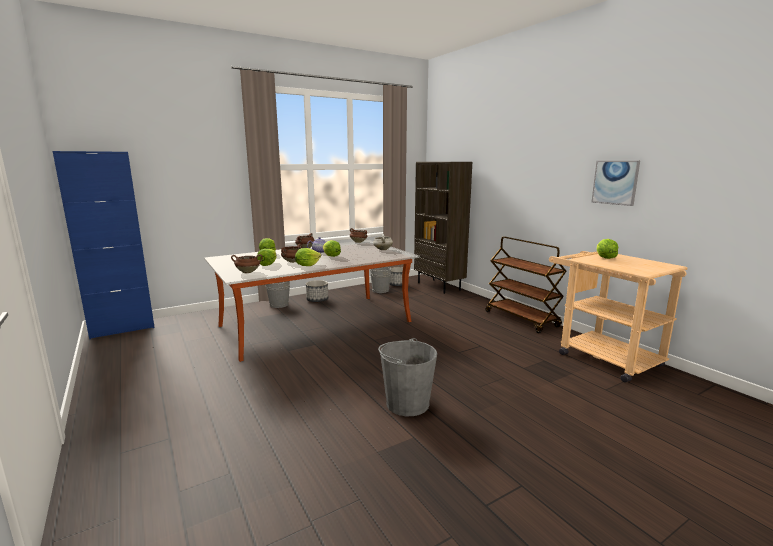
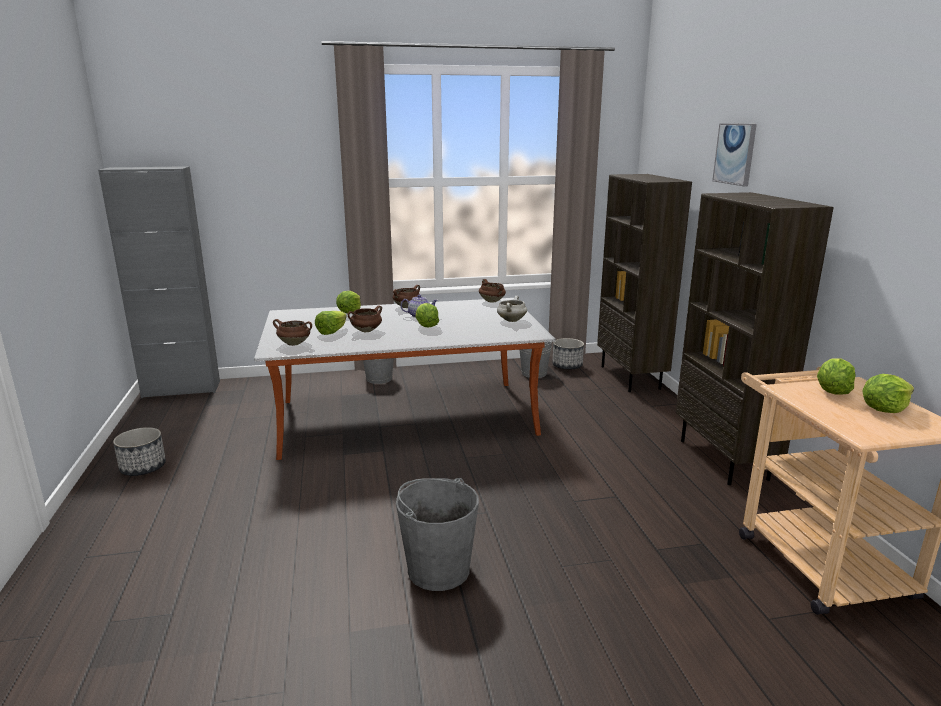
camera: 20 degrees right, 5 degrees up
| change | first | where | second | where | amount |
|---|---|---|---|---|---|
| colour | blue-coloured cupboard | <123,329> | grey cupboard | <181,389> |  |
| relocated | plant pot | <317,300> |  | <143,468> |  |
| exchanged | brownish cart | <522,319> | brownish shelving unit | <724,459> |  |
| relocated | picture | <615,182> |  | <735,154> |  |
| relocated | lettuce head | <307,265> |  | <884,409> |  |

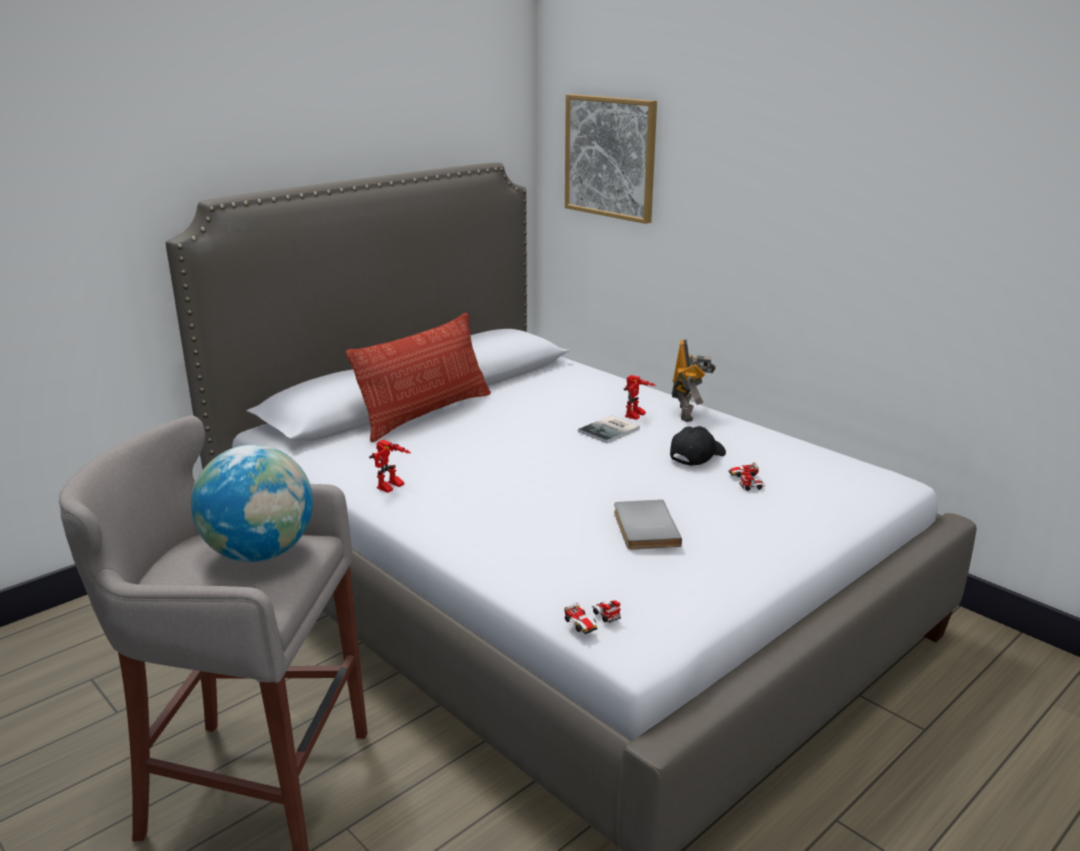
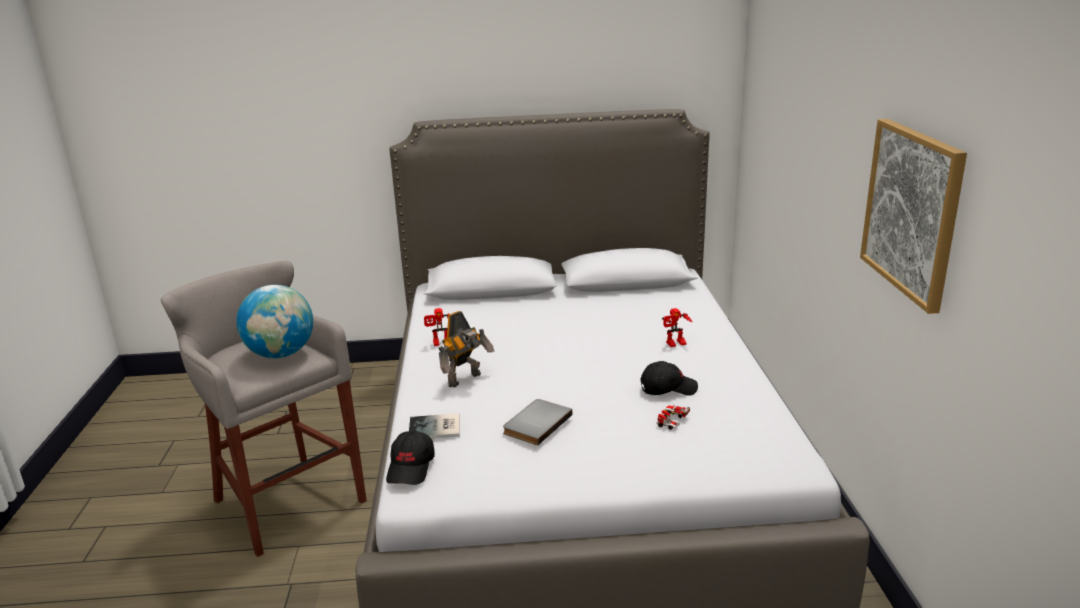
camera: 40 degrees right, 0 degrees up
| change | first | where | second | where | amount |
|---|---|---|---|---|---|
| exchanged | model car | <593,621> | blackish peaked cap | <411,468> |  |
| relocated | book | <611,430> |  | <436,428> |  |
| relocated | robot figure | <688,413> |  | <466,380> |  |
| relocated | picture | <610,157> |  | <912,211> |  |
| missing | cushion | <425,414> |  |  |  |

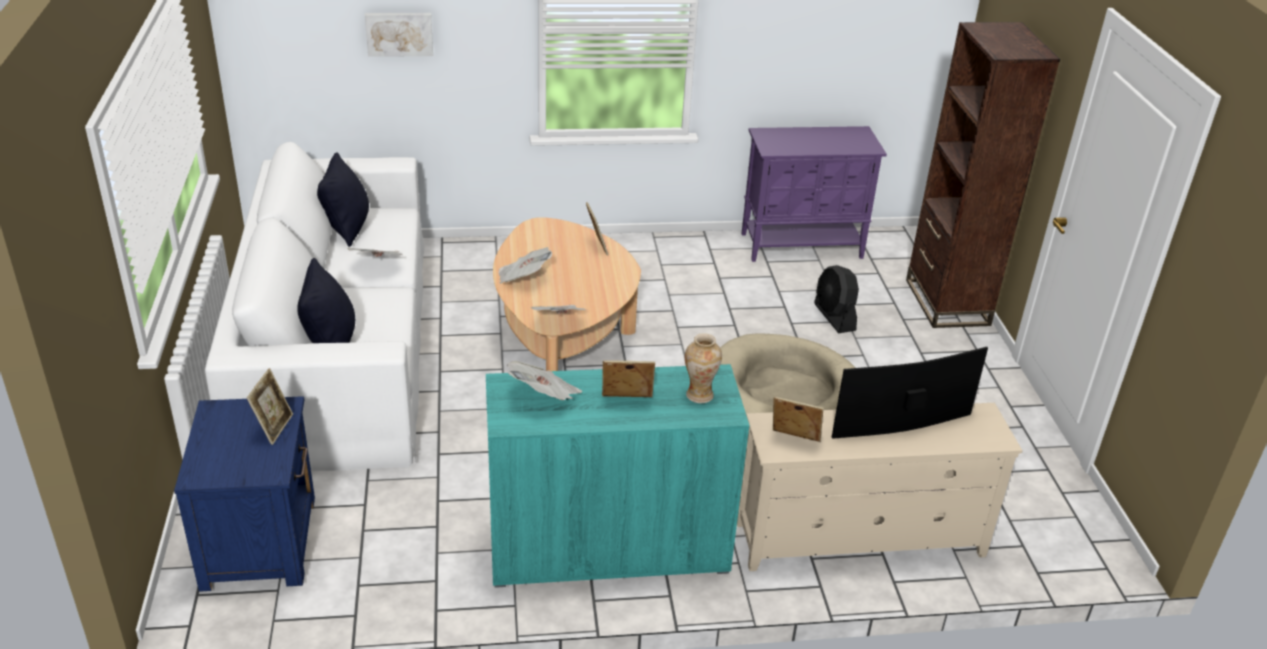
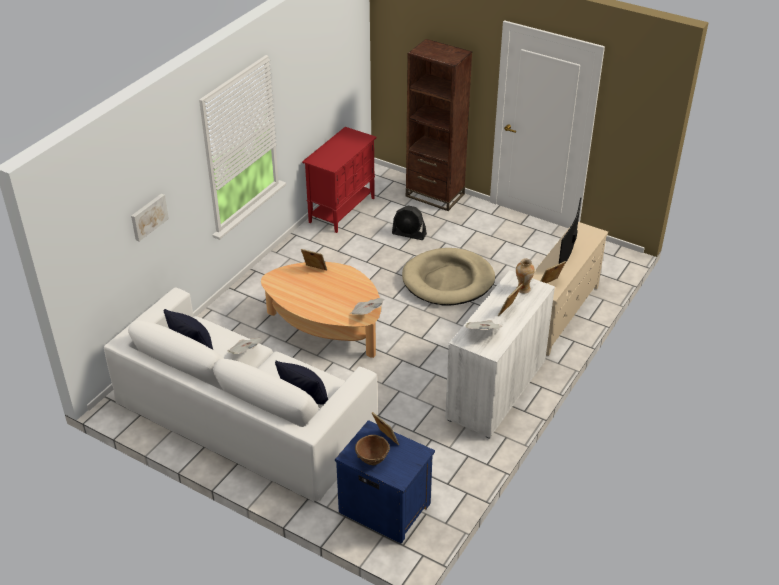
camera: 50 degrees left, 5 degrees up
| change | first | where | second | where | amount |
|---|---|---|---|---|---|
| colour | purple cupboard | <802,246> | red-coloured cupboard | <342,209> |  |
| appeared |  |  | brownish deep dish | <372,459> |  |
| colour | blue-green cupboard | <608,547> | white cupboard | <496,390> |  |
| missing | printed paper | <523,278> |  |  |  |

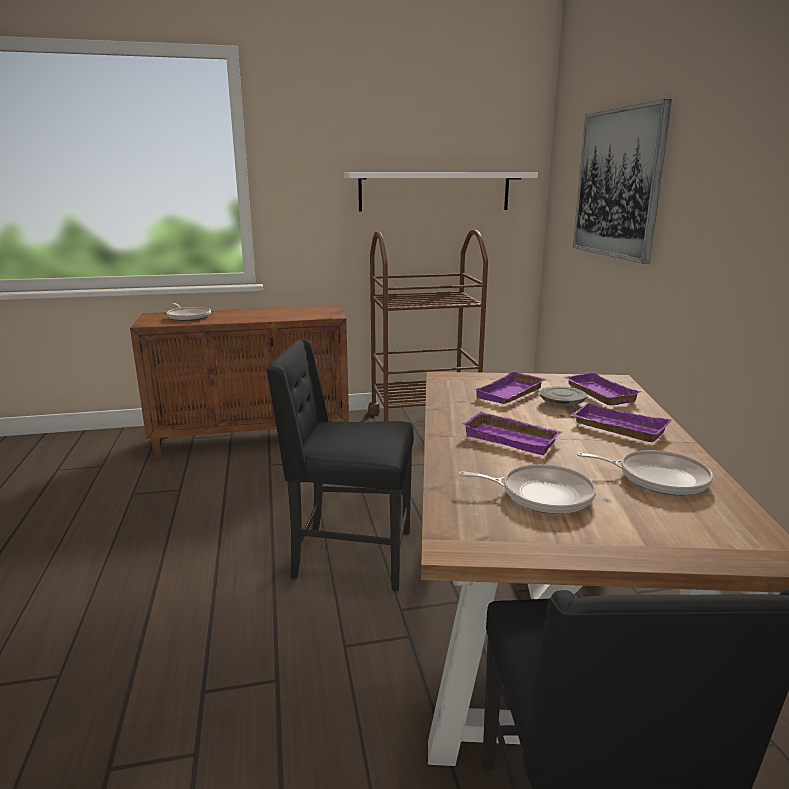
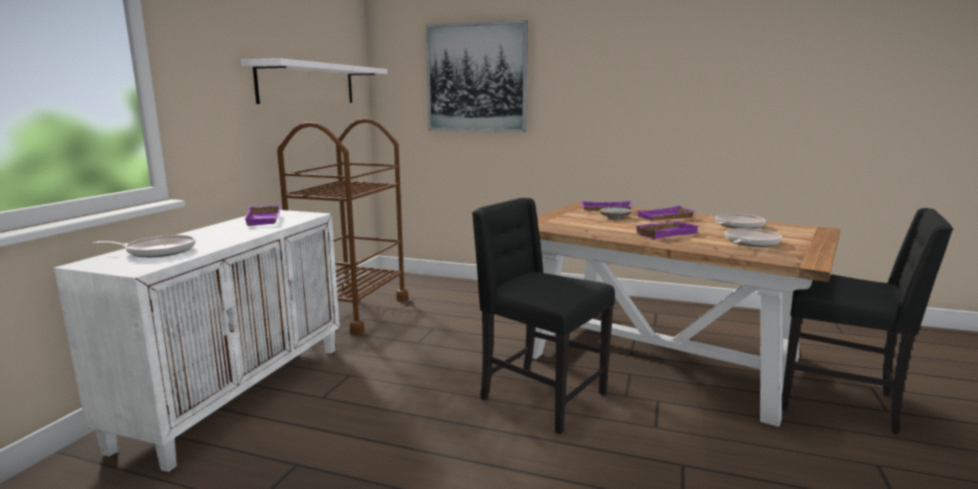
camera: 60 degrees left, 5 degrees down
| change | first | where | second | where | amount |
|---|---|---|---|---|---|
| colour | brownish cupboard | <254,438> | white cupboard | <238,393> |  |
| relocated | purple tray | <511,394> |  | <266,220> |  |
| spun | blackish upright chair | <350,556> |  | <540,397> | 90 degrees clockwise |

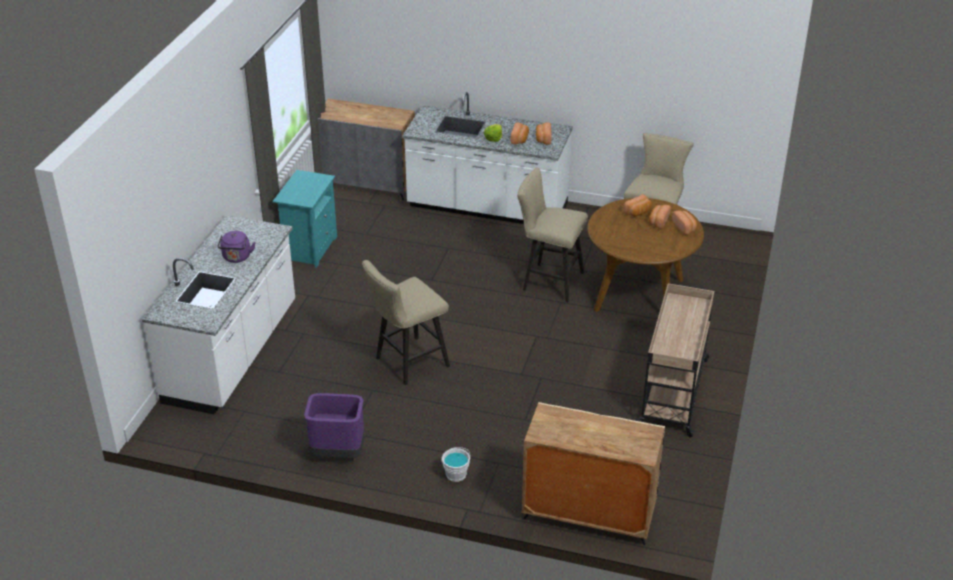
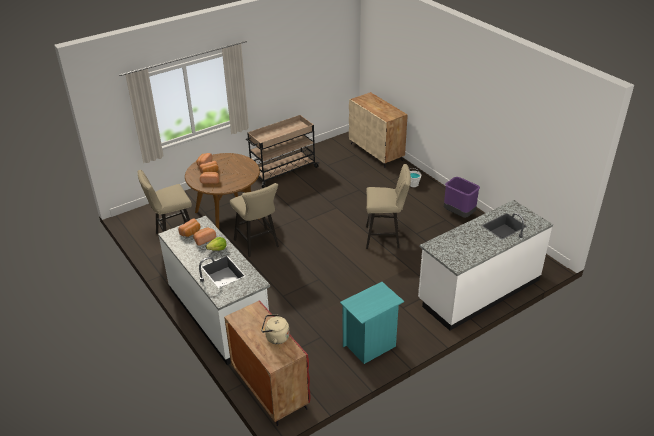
camera: 140 degrees left, 0 degrees up
| change | first | where | second | where | amount |
|---|---|---|---|---|---|
| colour | grey cupboard | <368,184> | red-coloured cupboard | <269,388> |  |
| appeared |  |  | beige water kettle | <275,337> |  |
| missing | purple water kettle | <236,258> |  |  |  |

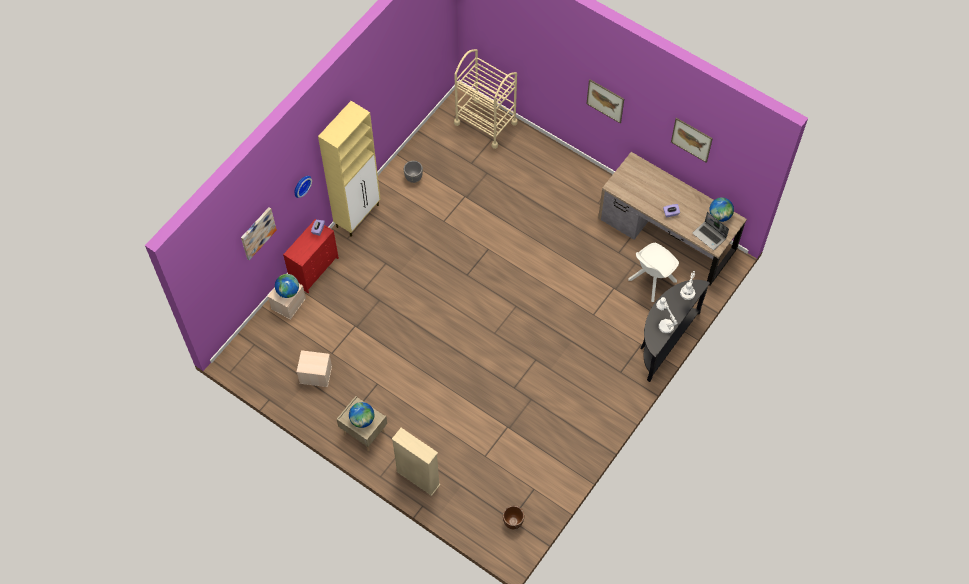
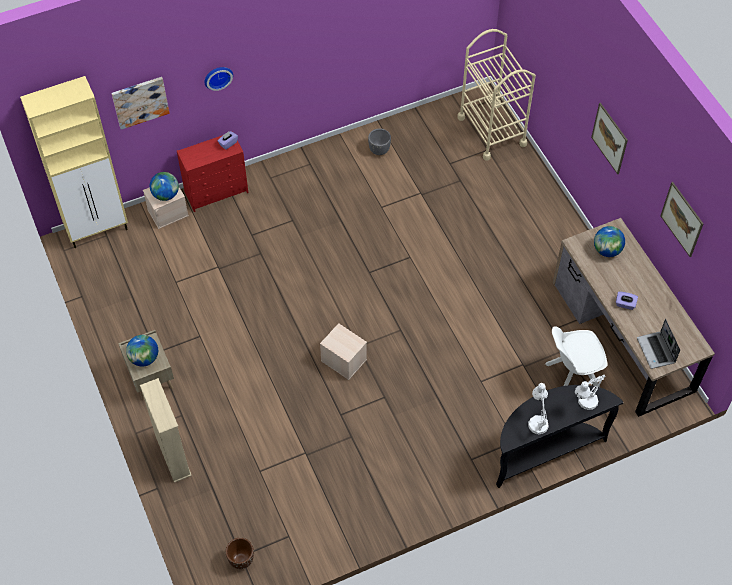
camera: 30 degrees right, 5 degrees down
| change | first | where | second | where | amount |
|---|---|---|---|---|---|
| relocated | beige cupboard | <358,215> |  | <98,230> |  |
| relocated | beige storage box | <315,375> |  | <343,360> |  |
| relocated | world globe | <719,215> |  | <607,250> |  |

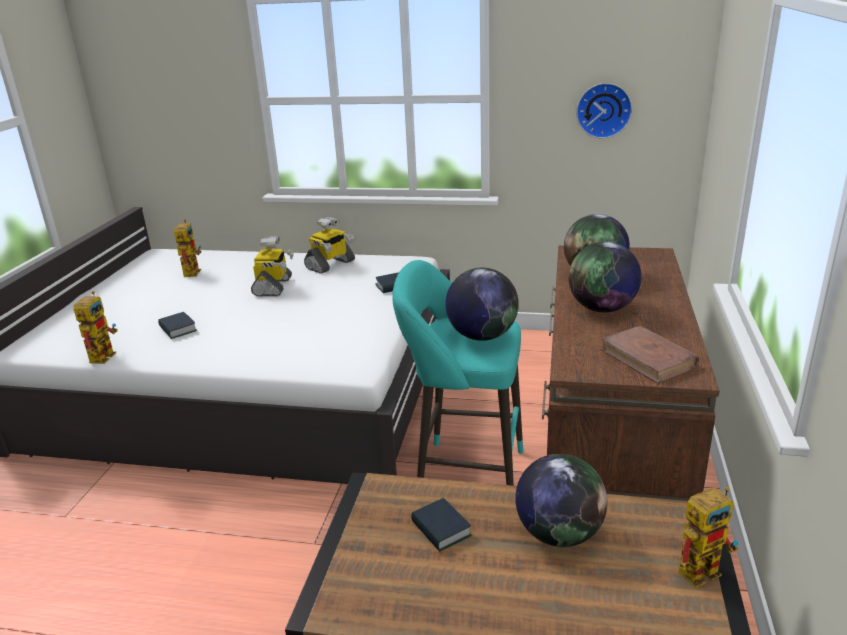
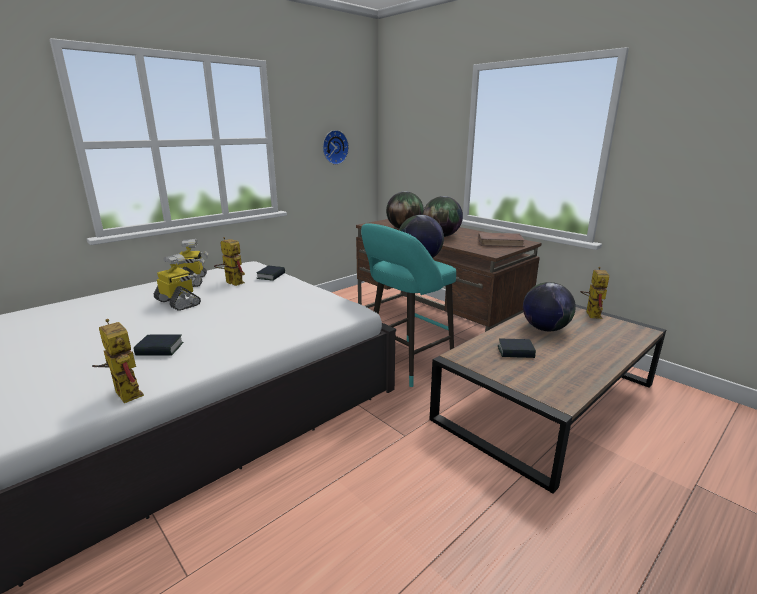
camera: 55 degrees left, 5 degrees down
| change | first | where | second | where | amount |
|---|---|---|---|---|---|
| relocated | robot figure | <191,271> |  | <231,282> |  |

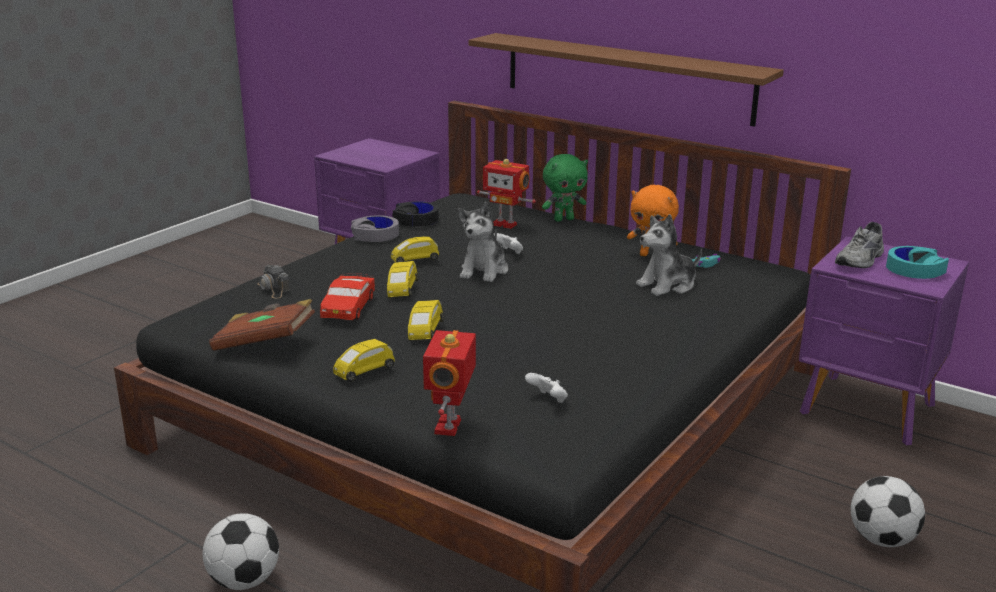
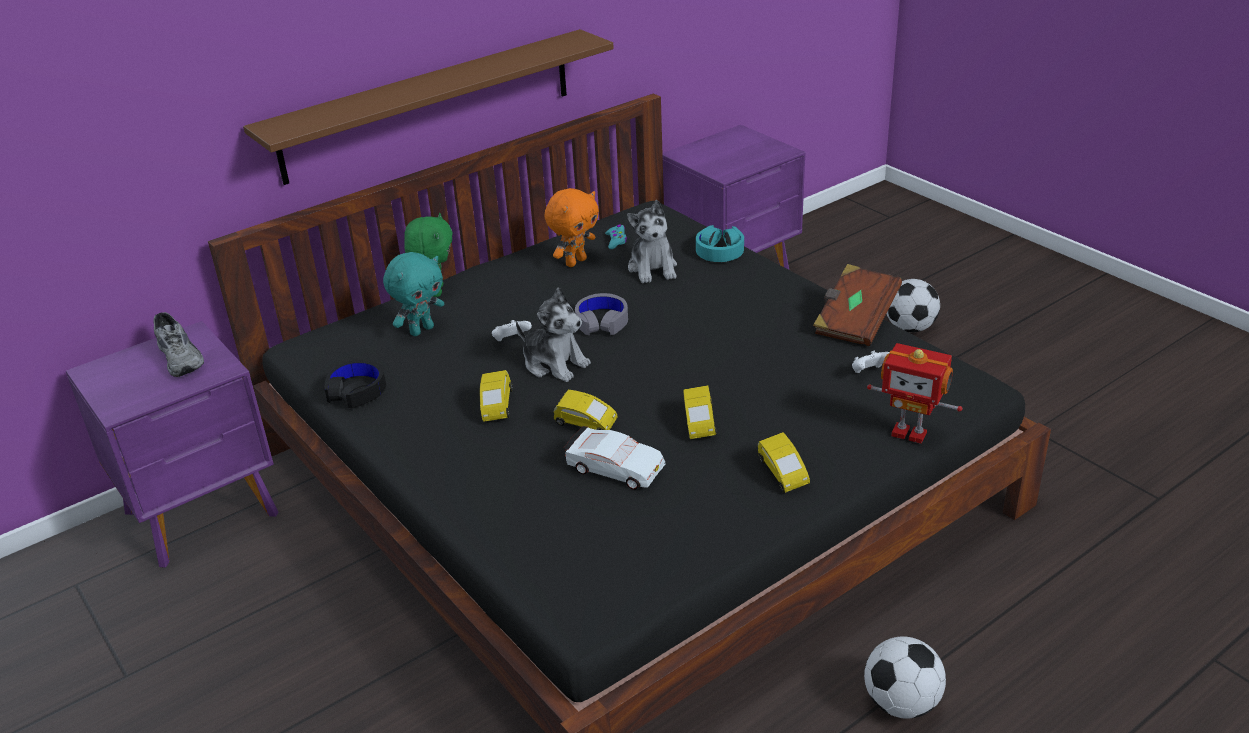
camera: 70 degrees left, 10 degrees up
| change | first | where | second | where | amount |
|---|---|---|---|---|---|
| relocated | grey item of footwear | <861,260> |  | <182,357> |  |
| exchanged | robot figure | <505,224> | blue-green cuddly toy | <421,330> |  |
| colour | red-coloured model car | <348,307> | white model car | <615,467> |  |
| relocated | grey pair of headphones | <375,235> |  | <602,322> |  |
| spun | yellow-coloured model car | <424,332> |  | <698,423> | 60 degrees clockwise |
| relocated | blue-green pair of headphones | <914,270> |  | <719,250> |  |
| relocated | brownish book | <265,343> |  | <854,321> |  |
| missing | still camera | <273,289> |  |  |  |

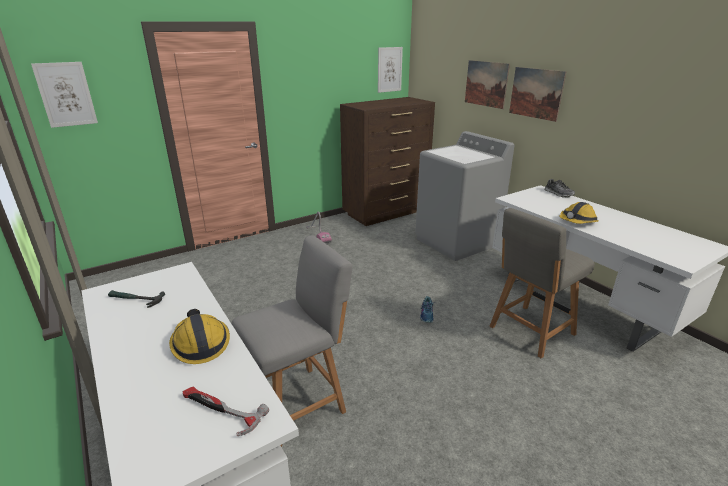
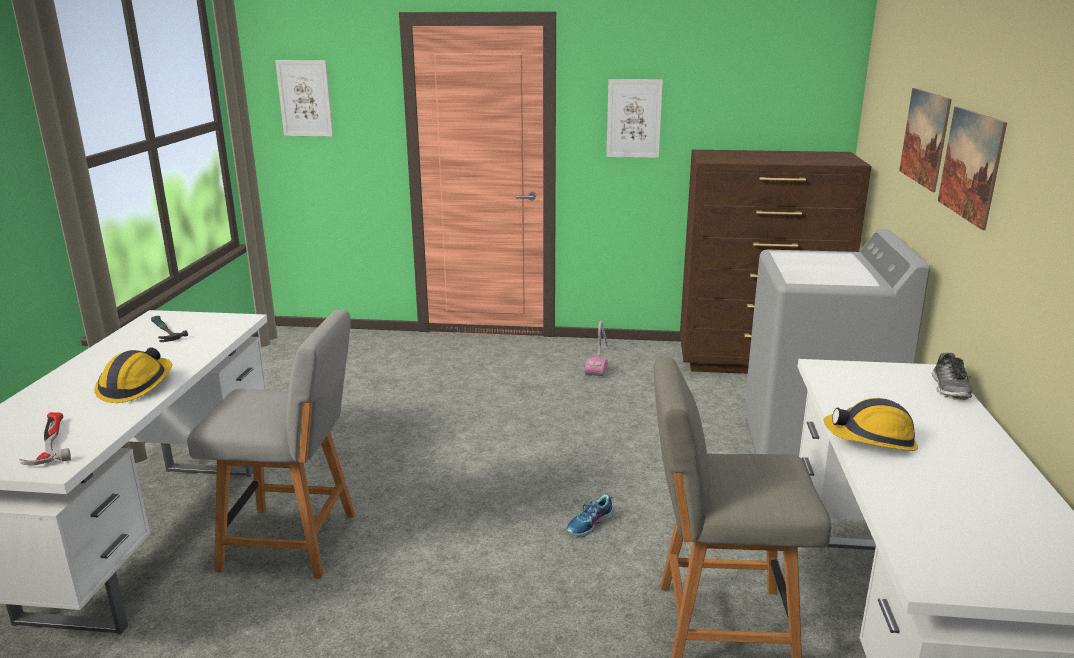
camera: 40 degrees right, 5 degrees down
| change | first | where | second | where | amount |
|---|---|---|---|---|---|
| relocated | picture | <389,69> |  | <634,118> |  |

